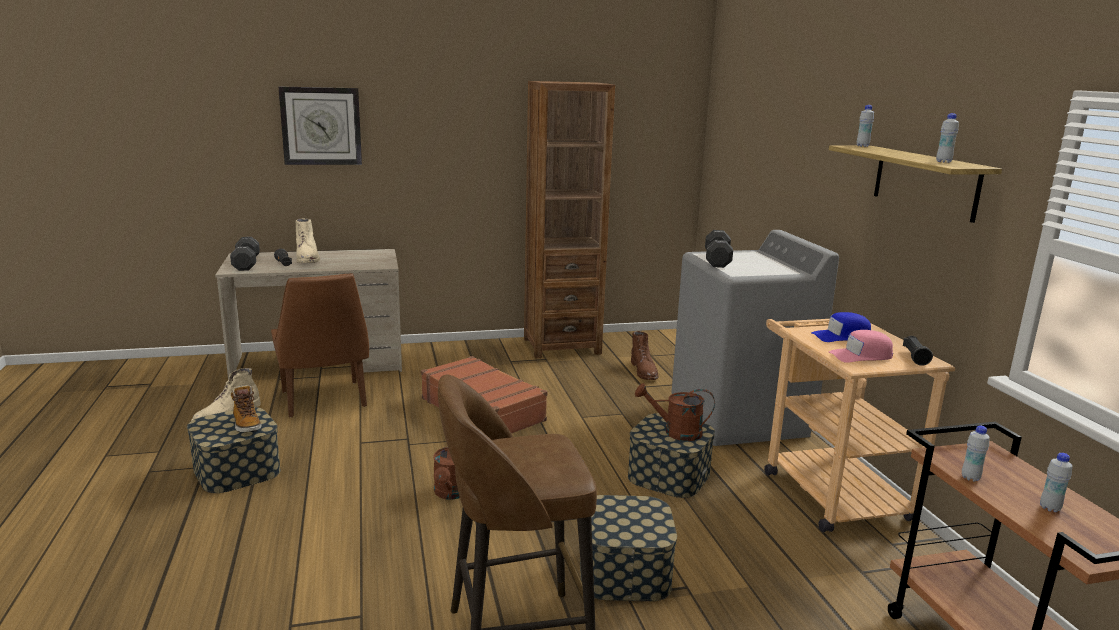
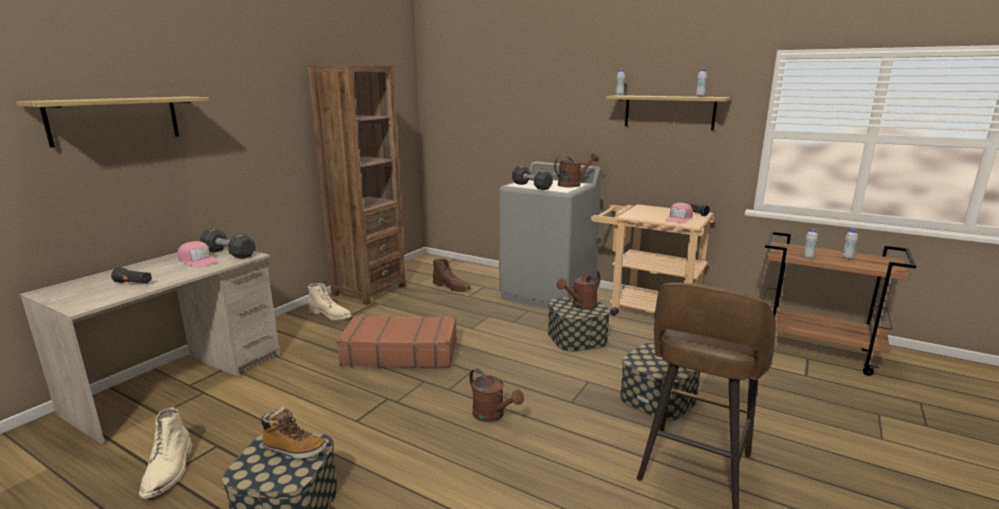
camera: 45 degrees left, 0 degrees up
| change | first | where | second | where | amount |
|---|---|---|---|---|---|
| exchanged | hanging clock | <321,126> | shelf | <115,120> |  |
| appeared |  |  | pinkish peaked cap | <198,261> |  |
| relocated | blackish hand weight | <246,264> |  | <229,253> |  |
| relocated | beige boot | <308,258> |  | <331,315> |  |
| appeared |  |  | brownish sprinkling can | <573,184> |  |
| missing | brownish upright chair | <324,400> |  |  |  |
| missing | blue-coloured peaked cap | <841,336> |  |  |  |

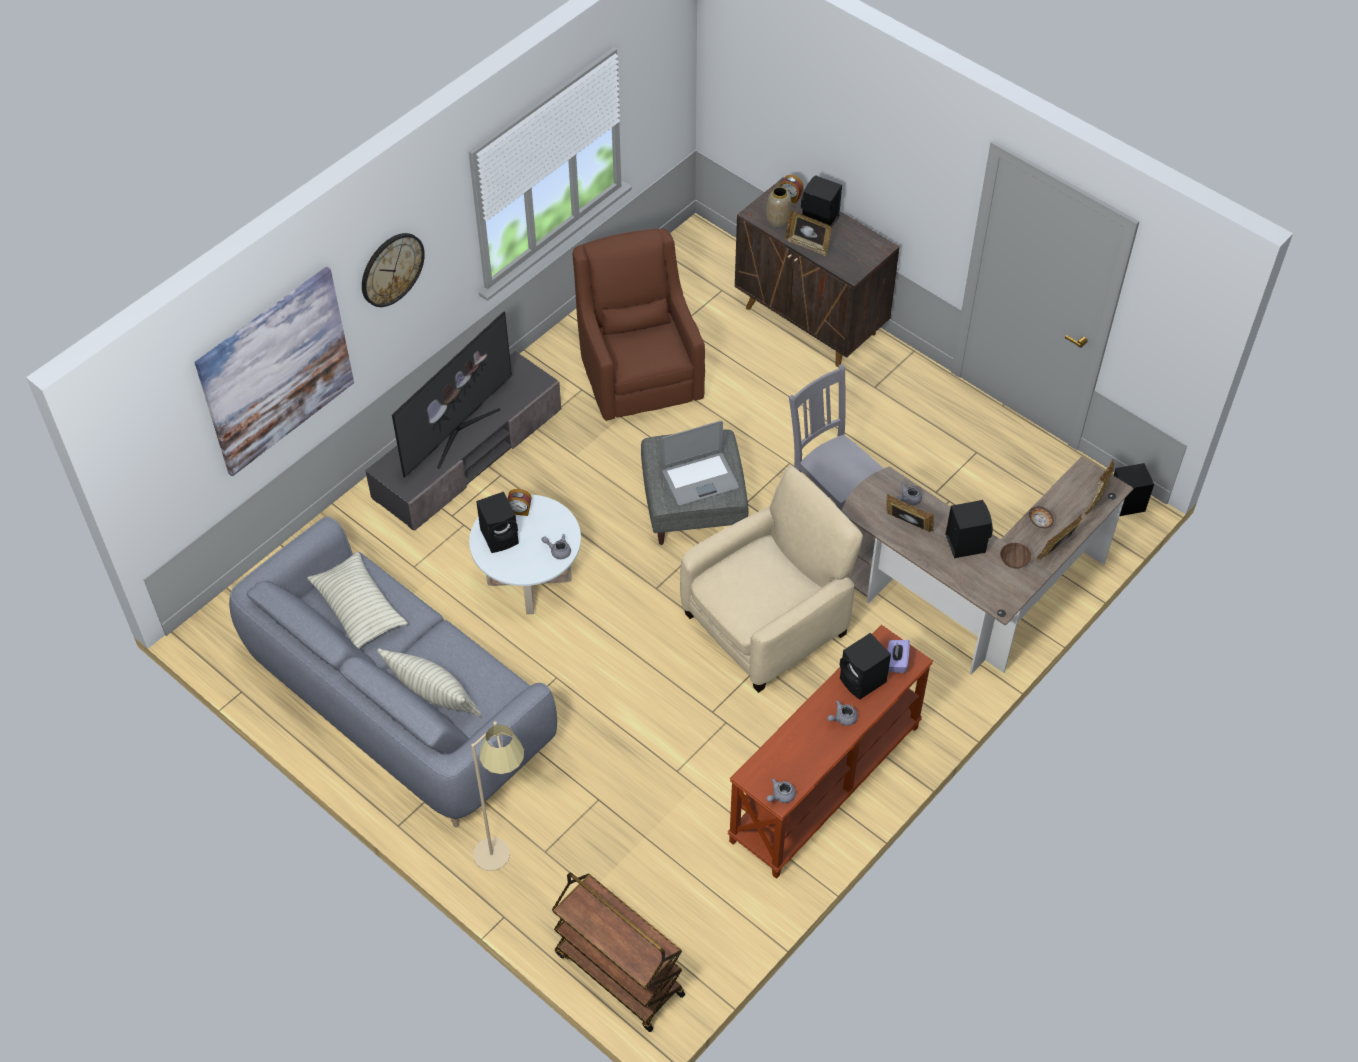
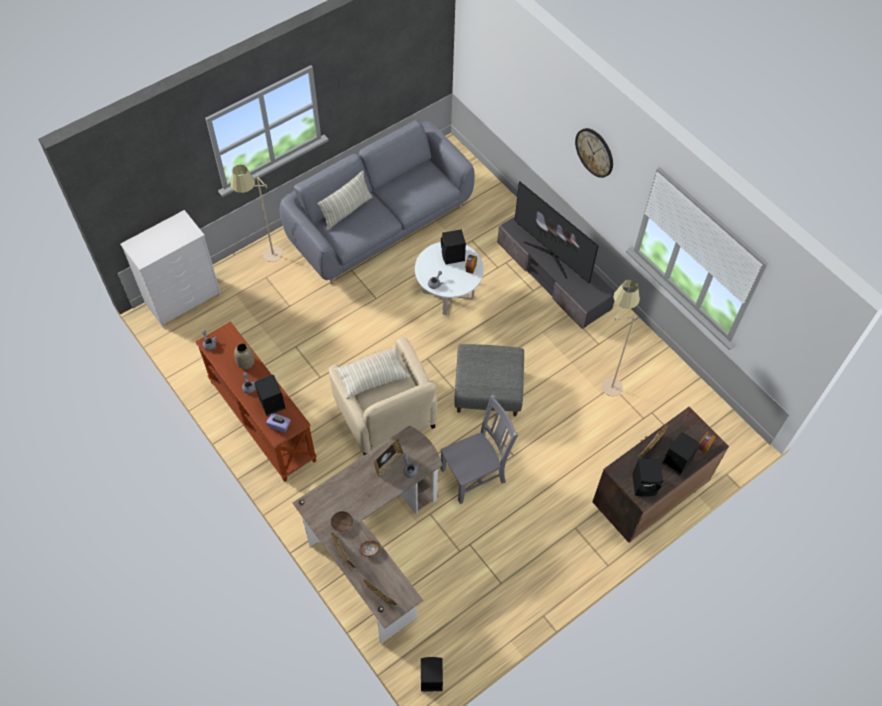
camera: 100 degrees right, 5 degrees up
| change | first | where | second | where | amount |
|---|---|---|---|---|---|
| exchanged | brownish cart | <618,974> | white dresser | <184,298> |  |
| relocated | decorative vase | <777,220> |  | <246,362> |  |
| relocated | cushion | <358,609> |  | <372,377> |  |
| exchanged | brownish easy chair | <638,375> | beige standing lamp | <607,379> |  |
| relocated | blackish speaker | <965,542> |  | <645,485> |  |
| missing | picture | <276,371> |  |  |  |
| missing | portable computer | <699,479> |  |  |  |

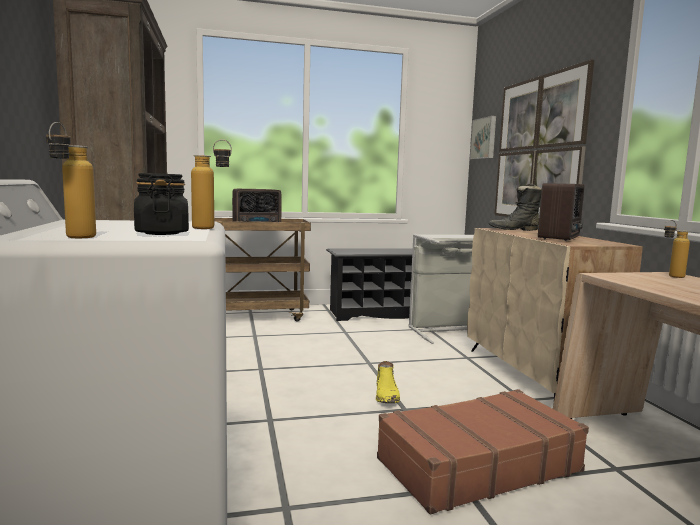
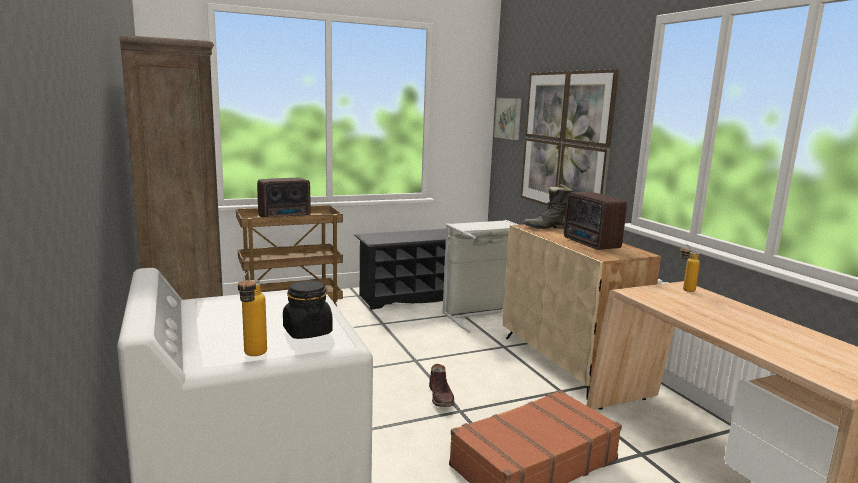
camera: 10 degrees left, 5 degrees up
| change | first | where | second | where | amount |
|---|---|---|---|---|---|
| colour | yellow-coloured boot | <387,395> | brownish boot | <441,397> |  |
| spun | radio | <560,238> |  | <591,244> | 135 degrees clockwise |
| missing | beverage bottle | <212,228> |  |  |  |

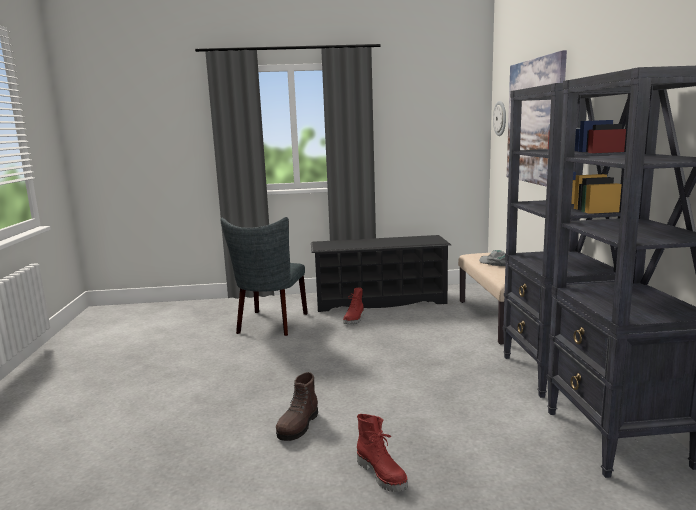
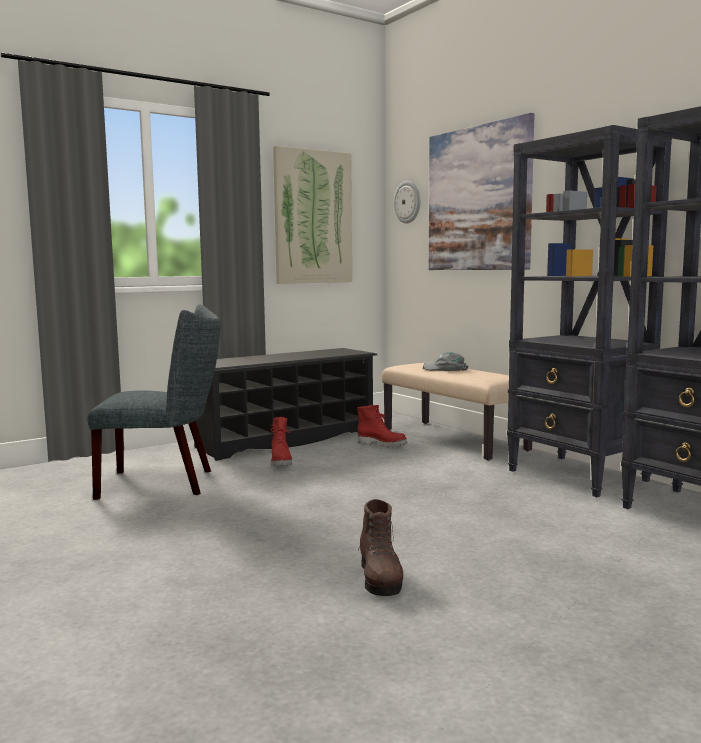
camera: 30 degrees left, 5 degrees down
| change | first | where | second | where | amount |
|---|---|---|---|---|---|
| spun | grey upright chair | <270,325> |  | <164,483> | 75 degrees counterclockwise |
| appeared |  |  | picture | <313,217> |  |
| relocated | red-coloured boot | <382,474> |  | <382,444> |  |

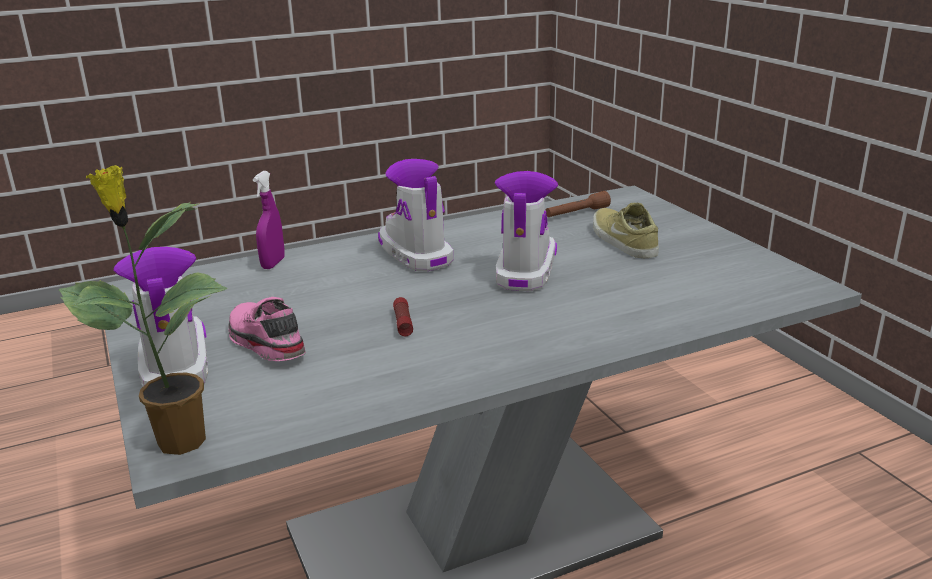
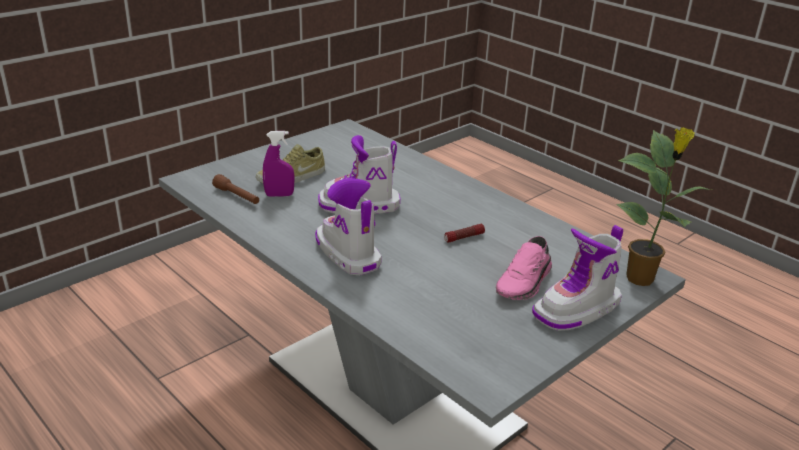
camera: 110 degrees left, 5 degrees up
| change | first | where | second | where | amount |
|---|---|---|---|---|---|
| relocated | purple sprayer | <273,264> |  | <279,195> |  |
| spun | boot | <414,253> |  | <347,253> | 105 degrees clockwise |

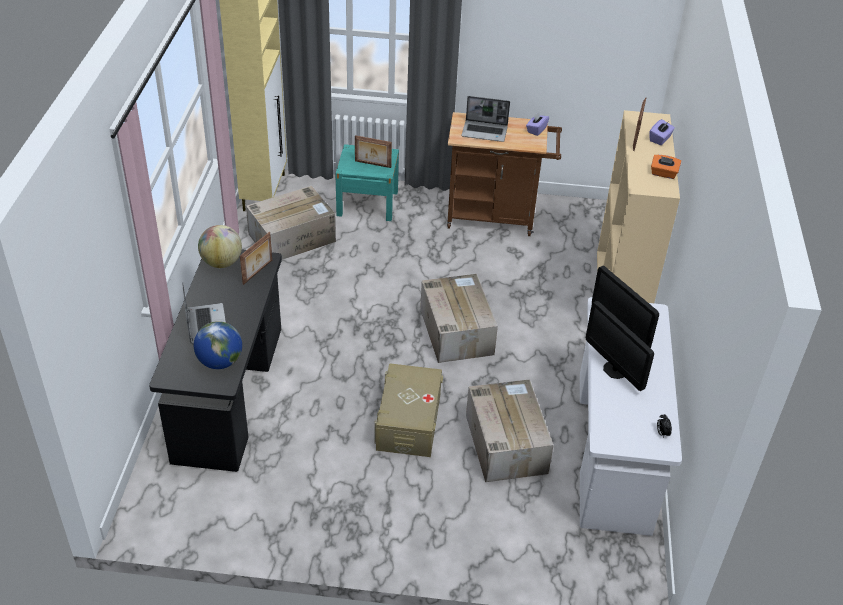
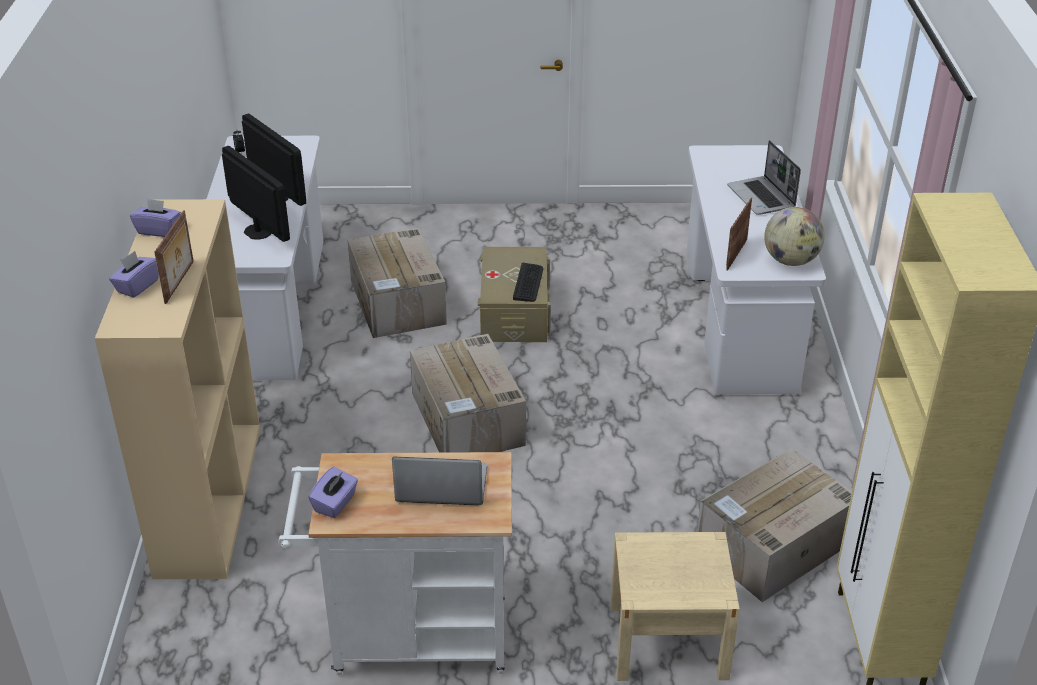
camera: 175 degrees right, 5 degrees down
| change | first | where | second | where | amount |
|---|---|---|---|---|---|
| colour | orangey box of tissues | <663,174> | purple box of tissues | <158,230> |  |
| colour | brownish cart | <497,217> | white cart | <409,638> |  |
| appeared |  |  | keyboard | <528,283> |  |
| colour | blue-green nightstand | <367,203> | beige nightstand | <668,640> |  |
| colour | blackish desk unit | <229,393> | white desk unit | <739,320> |  |
| missing | world globe | <220,362> |  |  |  |
| missing | standing frame | <372,164> |  |  |  |

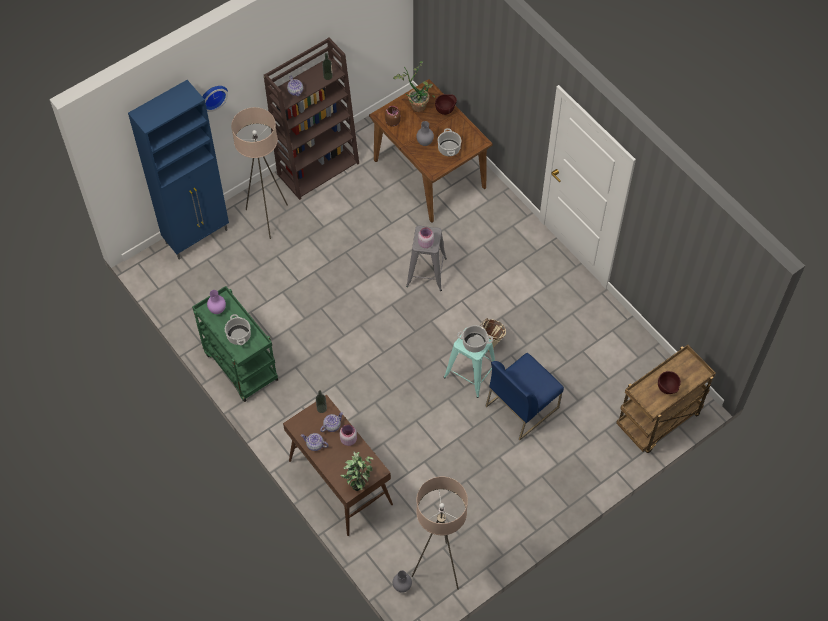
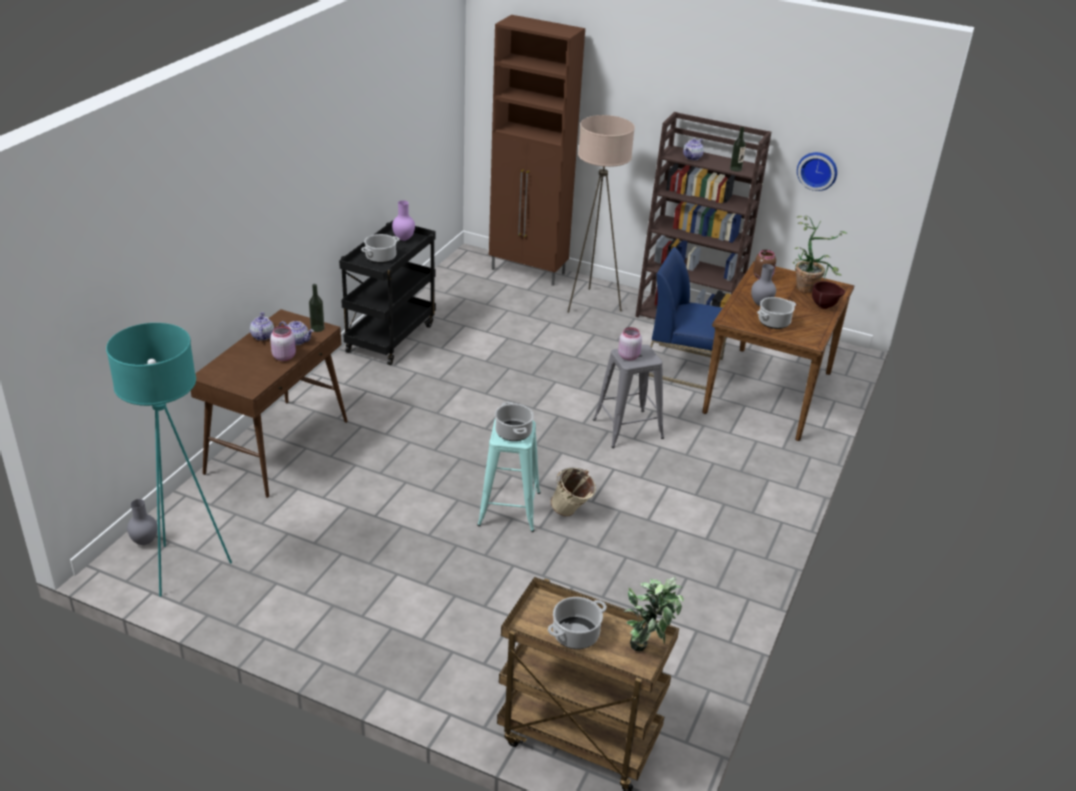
camera: 60 degrees right, 25 degrees down
| change | first | where | second | where | amount |
|---|---|---|---|---|---|
| colour | beige standing lamp | <439,569> | blue-green standing lamp | <186,568> |  |
| colour | greenish cart | <239,366> | blackish cart | <390,337> |  |
| colour | blue-coloured cupboard | <197,236> | brownish cupboard | <529,272> |  |
| exchanged | brownish deep dish | <667,389> | stockpot | <575,635> |  |
| relocated | potted plant | <358,482> |  | <648,645> |  |
| relocated | blue-coloured upright chair | <522,406> |  | <684,366> |  |
| relocated | hanging clock | <212,96> |  | <817,170> |  |

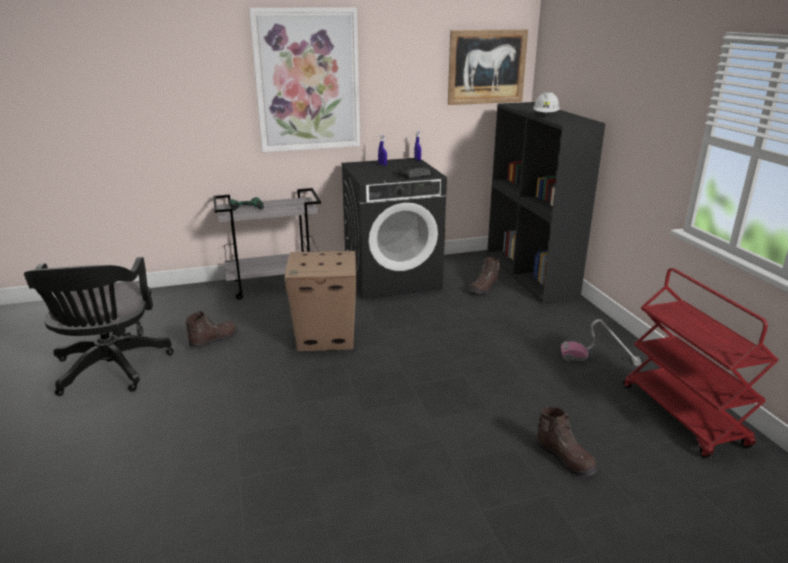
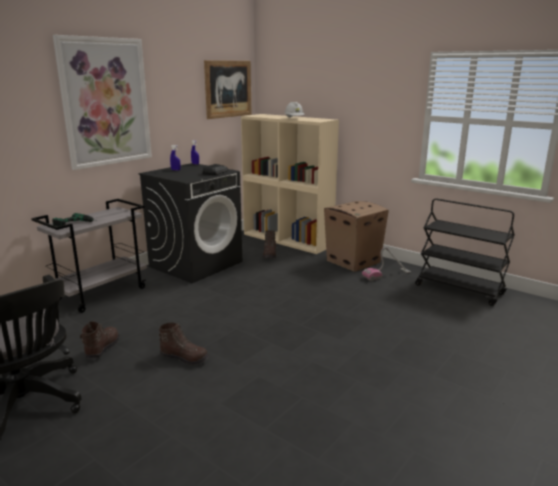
camera: 35 degrees left, 5 degrees down
| change | first | where | second | where | amount |
|---|---|---|---|---|---|
| relocated | brownish boot | <565,458> |  | <184,358> |  |
| colour | blackish shelving unit | <531,275> | beige shelving unit | <288,239> |  |
| relocated | cardboard box | <326,336> |  | <354,261> |  |
| colour | red-coloured cart | <684,416> | blackish cart | <460,289> |  |

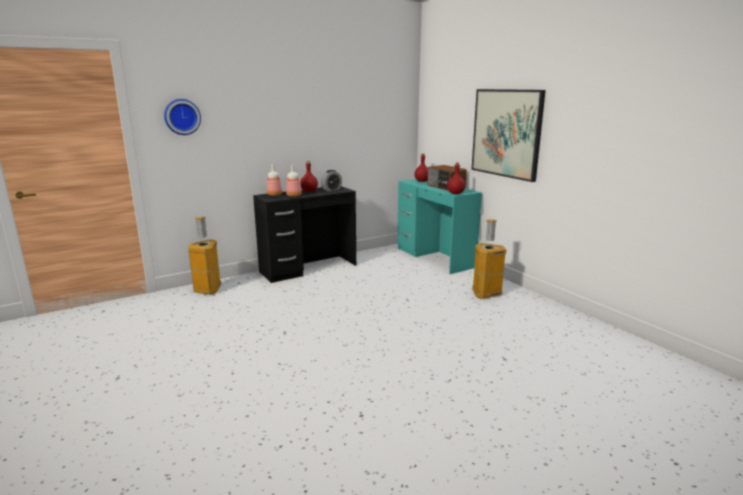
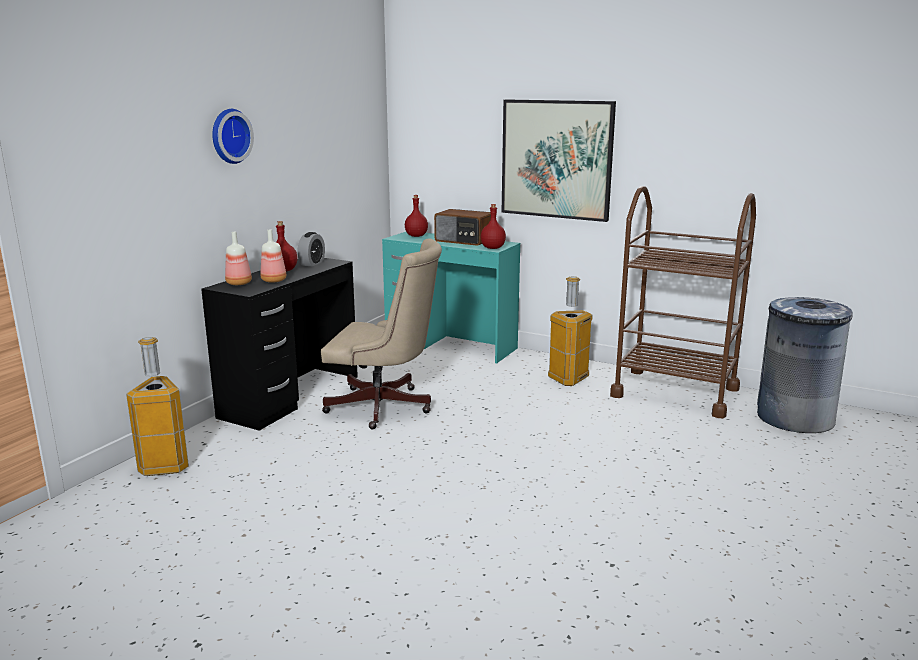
camera: 30 degrees left, 0 degrees up
| change | first | where | second | where | amount |
|---|---|---|---|---|---|
| relocated | hanging clock | <182,117> |  | <229,136> |  |
| appeared |  |  | beige desk chair | <385,408> |  |
| appeared |  |  | brownish cart | <675,392> |  |
| appeared |  |  | grey waste bin | <794,418> |  |

